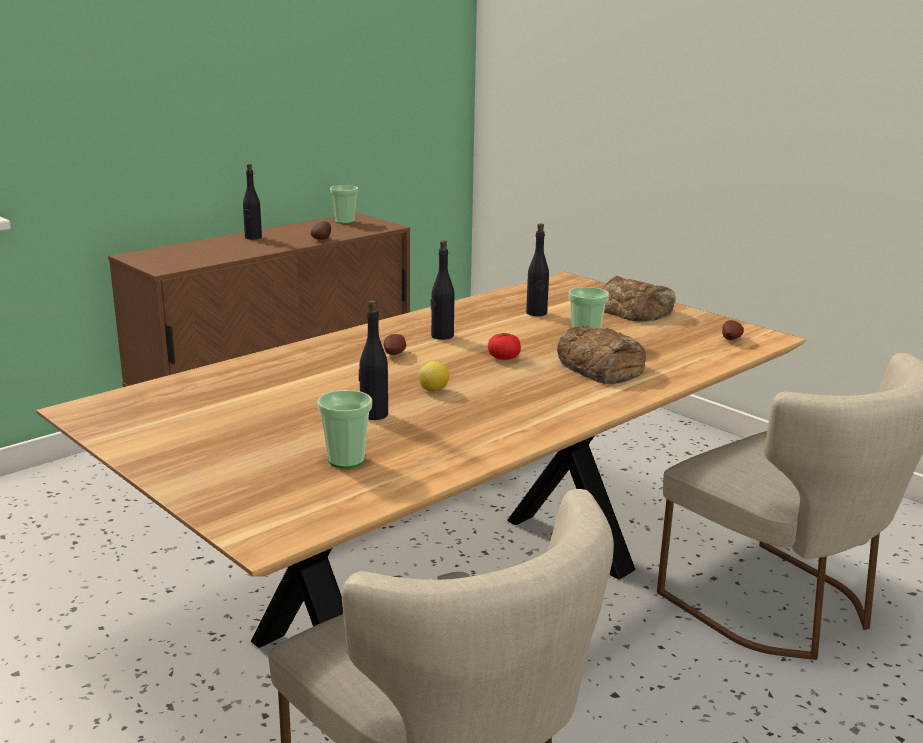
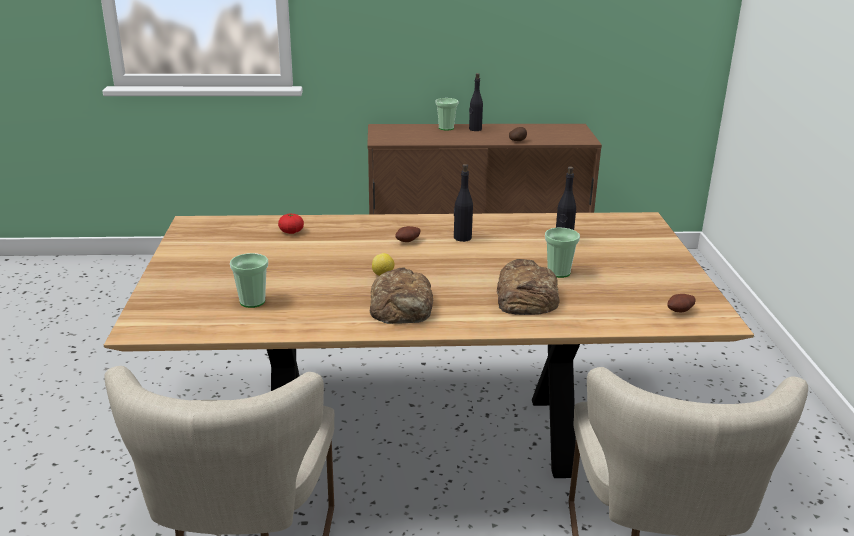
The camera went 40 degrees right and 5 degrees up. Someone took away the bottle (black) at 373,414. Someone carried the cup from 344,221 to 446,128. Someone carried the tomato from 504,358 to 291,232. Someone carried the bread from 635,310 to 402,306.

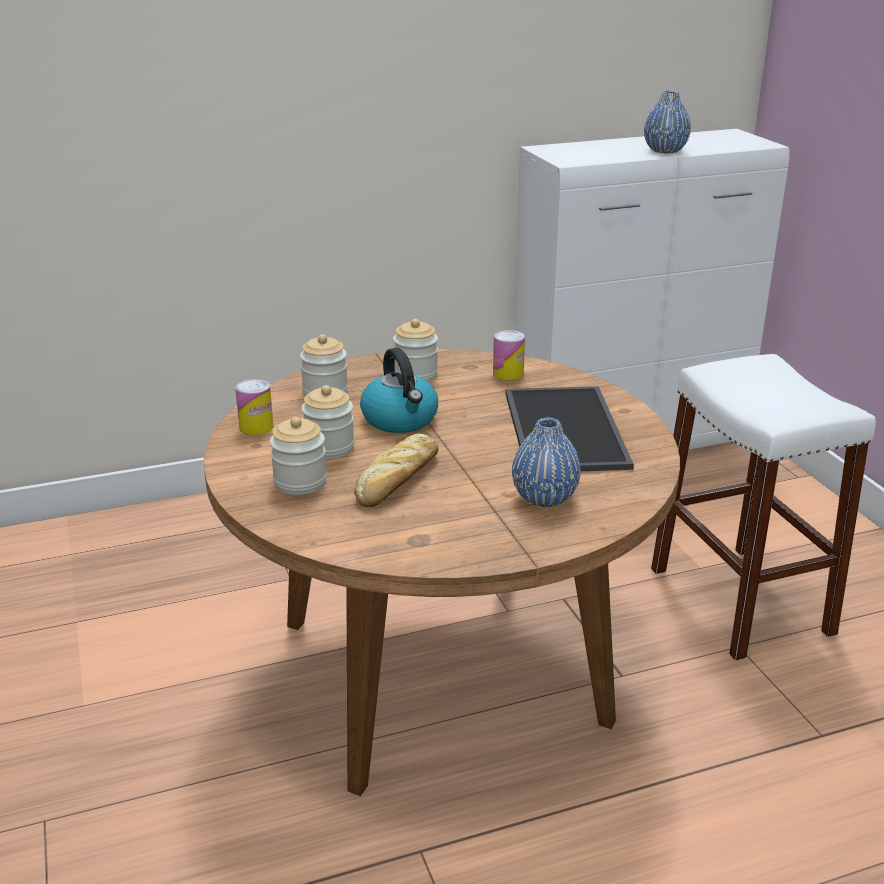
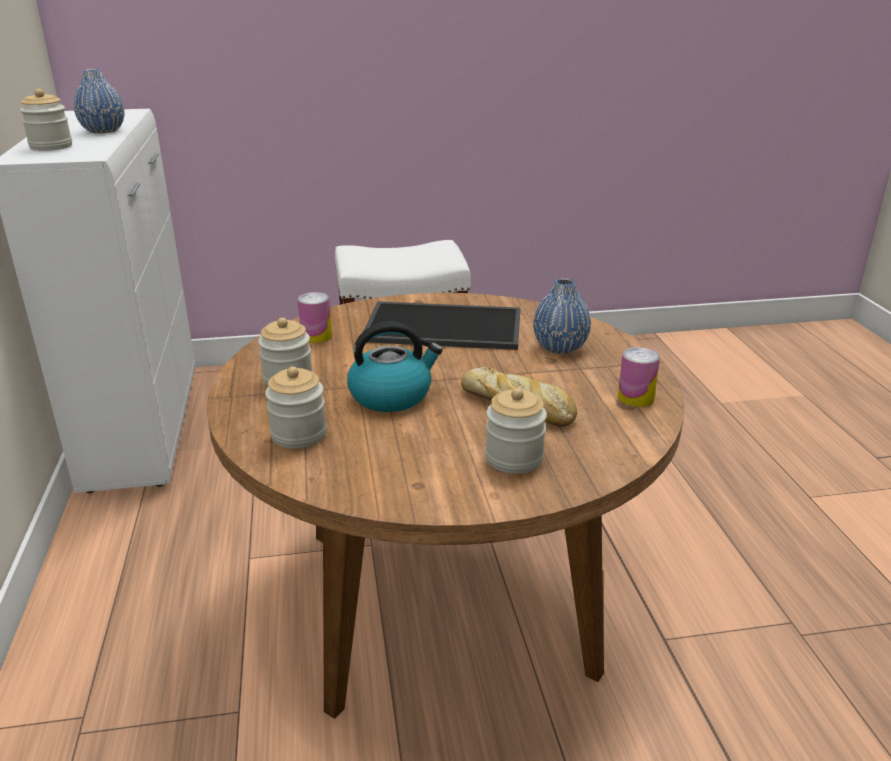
The camera went 80 degrees left and 0 degrees up. Someone carried the can from 256,427 to 635,398. Someone carried the jar from 329,448 to 51,147.

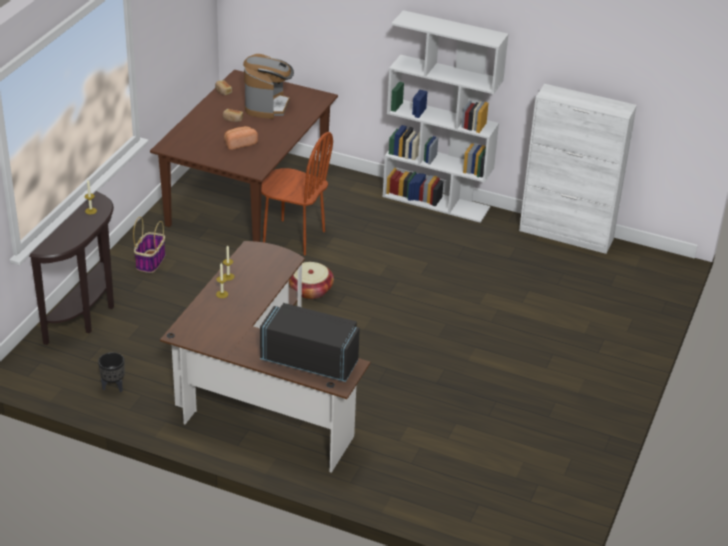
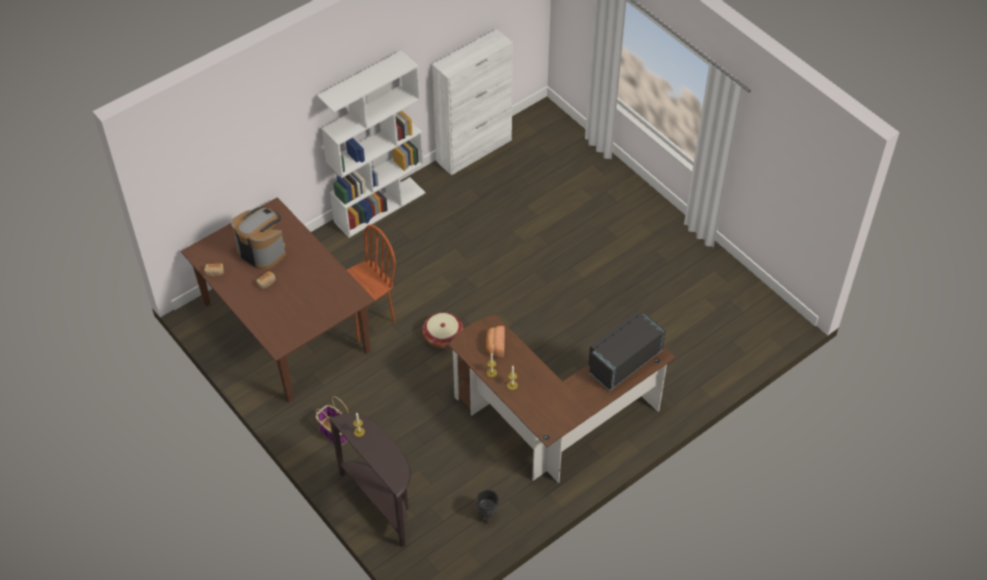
The camera went 60 degrees left and 15 degrees up. Someone carried the bread from 239,143 to 495,346.

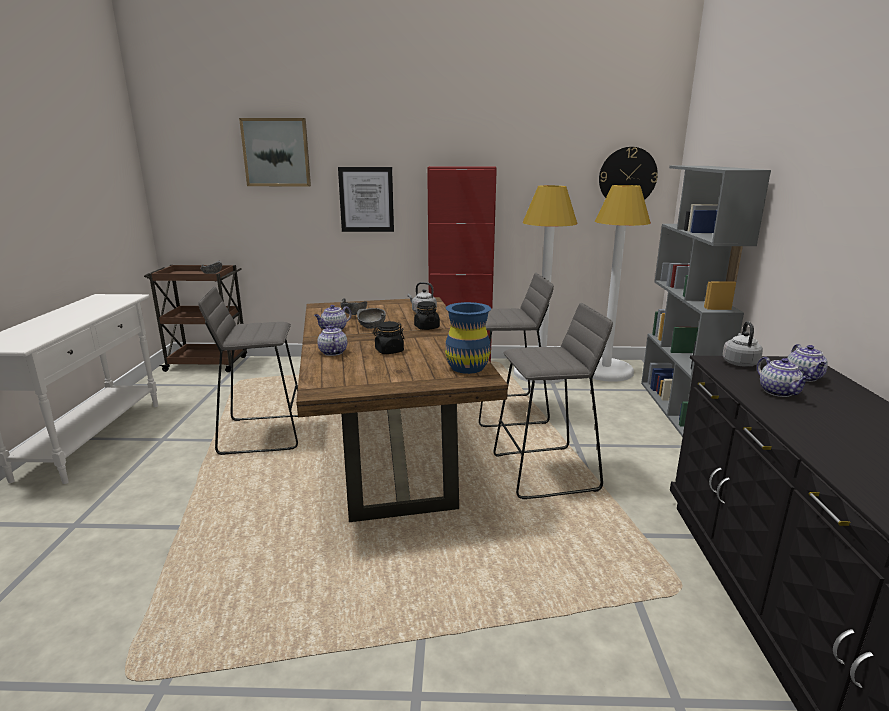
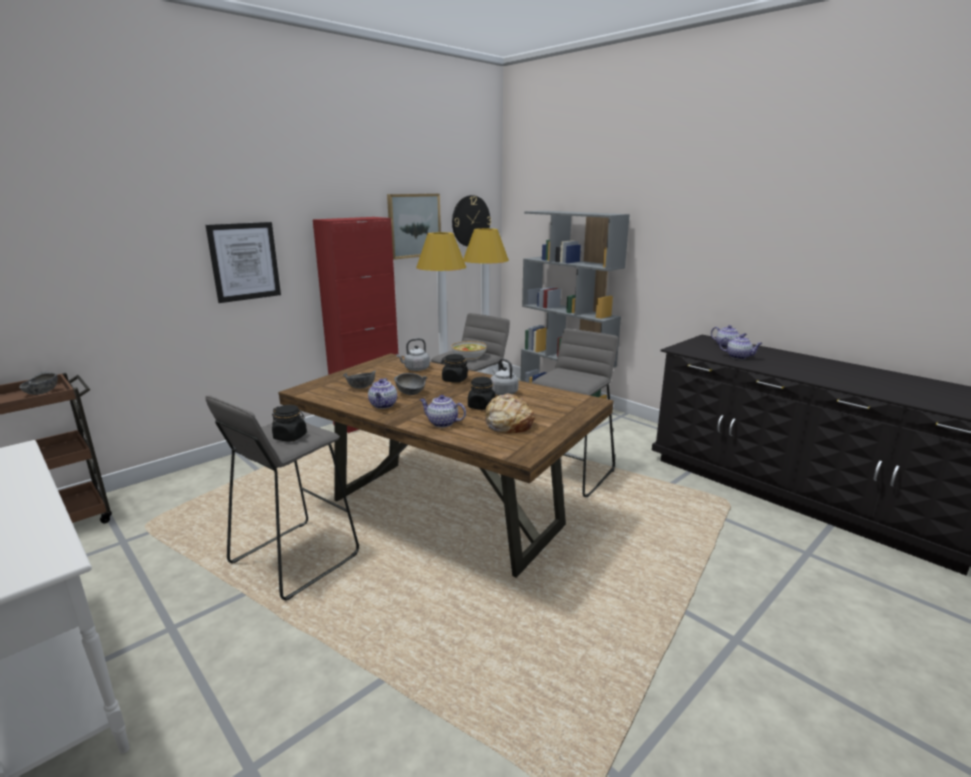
The camera went 45 degrees left and 0 degrees up. Someone took away the vase (blue) at 467,367. Someone put down the jar (black) at 290,437. Someone put down the bowl at 468,356. Someone put down the bread at 508,423. Someone carried the picture from 276,152 to 414,225. Someone carried the kettle (grey) from 739,362 to 502,392.

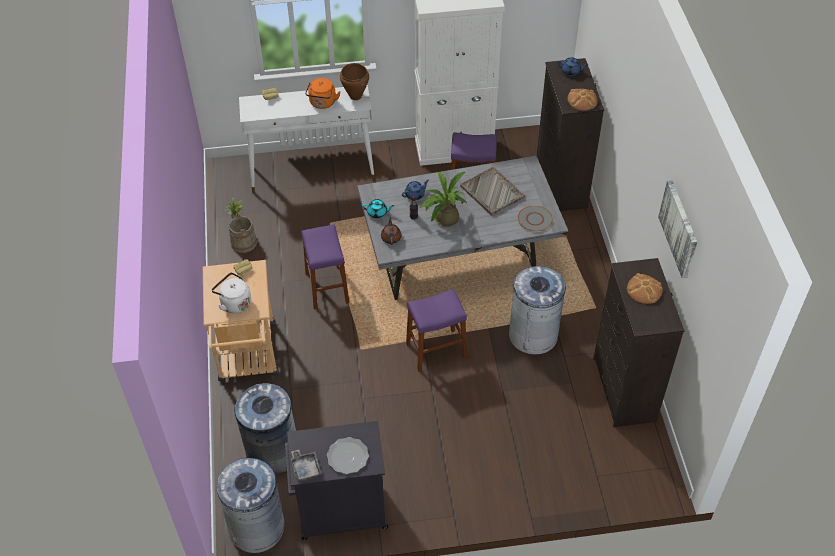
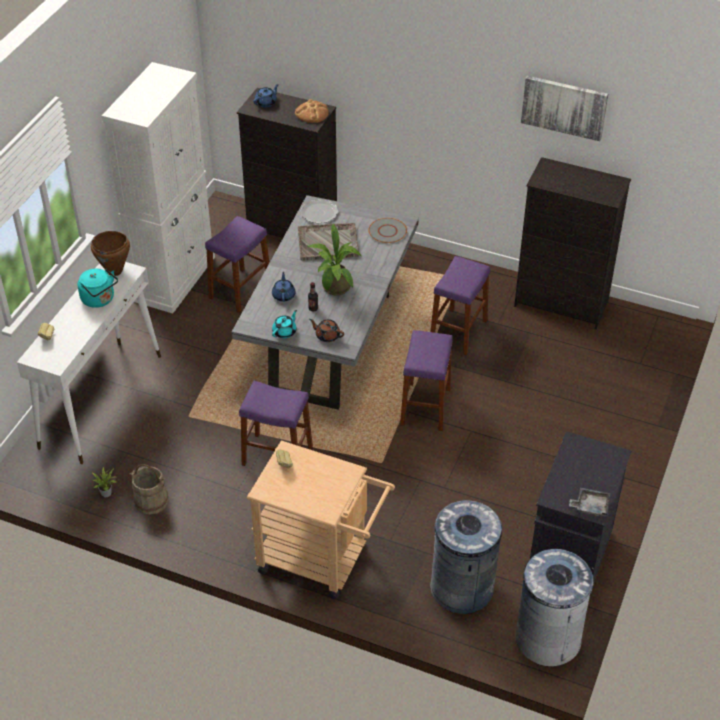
The camera went 60 degrees left and 5 degrees down. Someone took away the kettle (white) at 234,303. Someone took away the bread at 644,290. Someone carried the plate from 348,457 to 319,213. Someone swapped the trash can (grey) at 533,335 for the stool (purple) at 458,332. Someone repainted the kettle (orange) at 322,103, which became the kettle (turquoise) at 100,300.

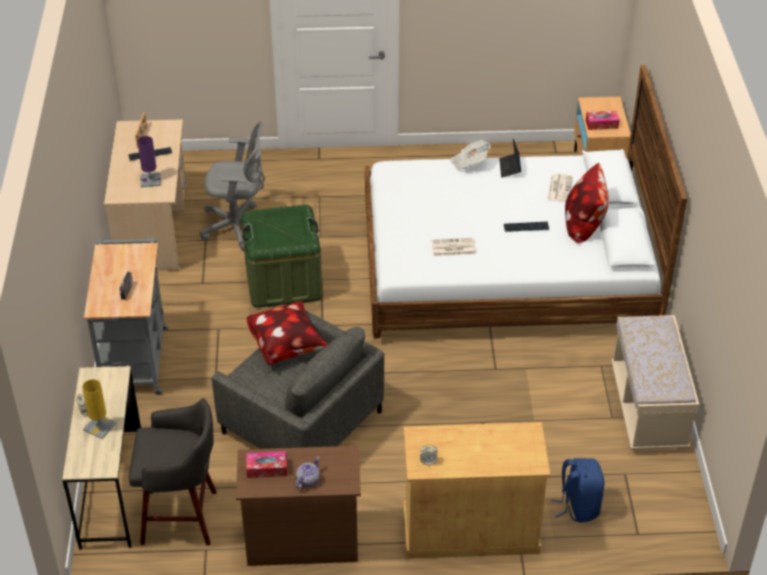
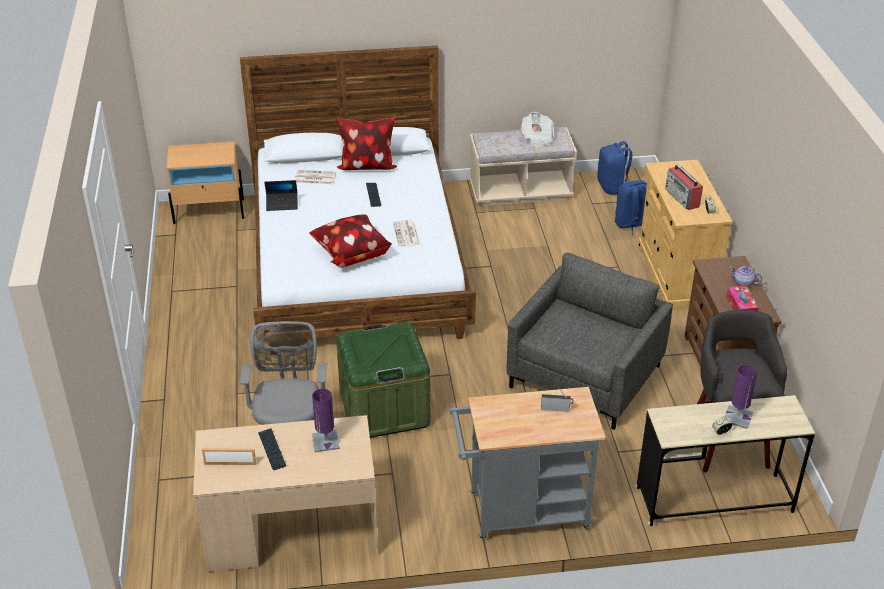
The camera went 95 degrees left and 5 degrees down. Someone took away the tissue box at 601,124. Someone put down the backpack (blue) at 612,187. Someone put down the radio at 682,198. Someone carried the pillow from 286,345 to 350,254. Someone carried the newspaper from 469,163 to 537,138. Someone repainted the table lamp (yellow) at 99,426, which became the table lamp (purple) at 738,417.

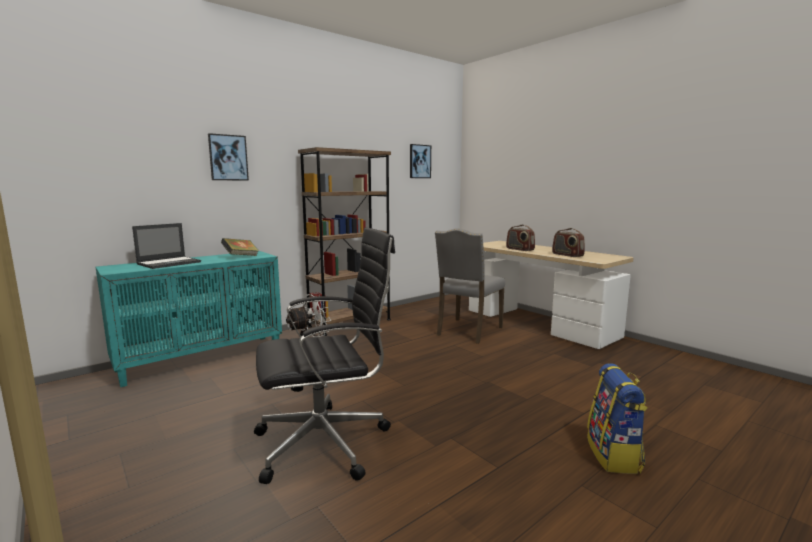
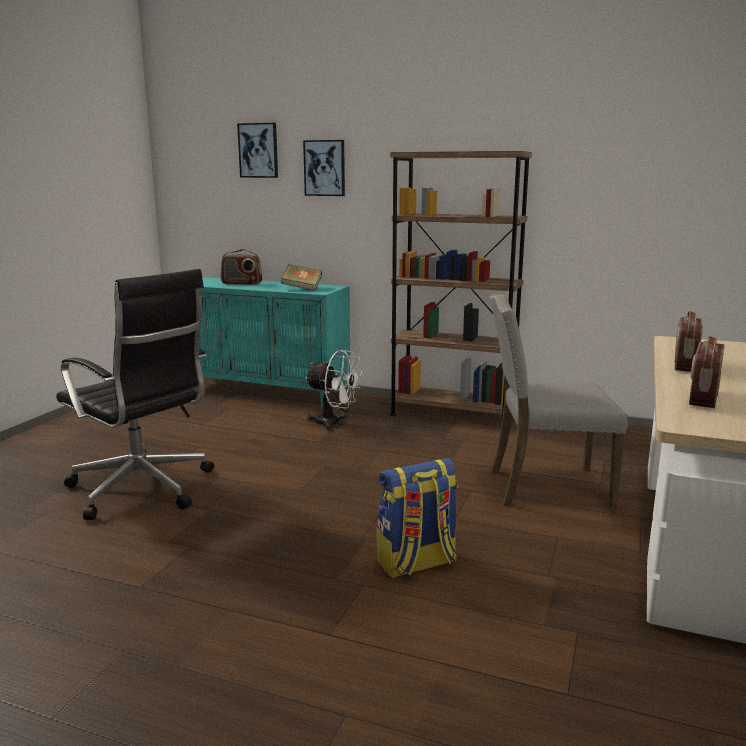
The camera went 60 degrees right and 5 degrees up. Someone carried the picture from 419,161 to 258,150. Someone carried the backpack from 614,455 to 416,563. Someone swapped the laptop at 170,263 for the radio at 241,283.

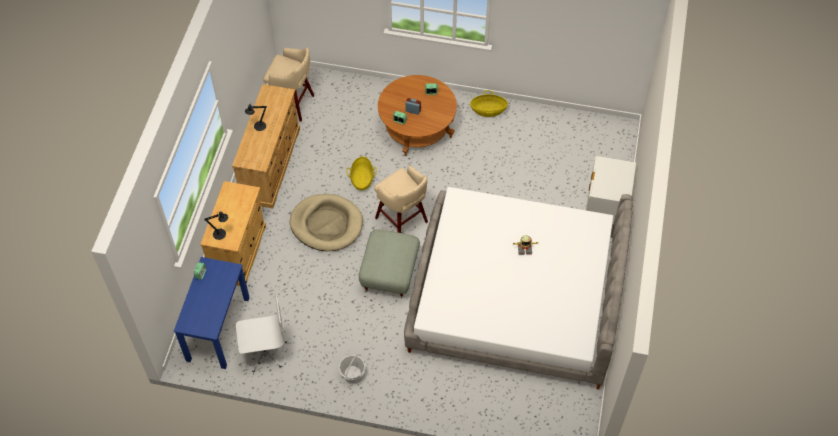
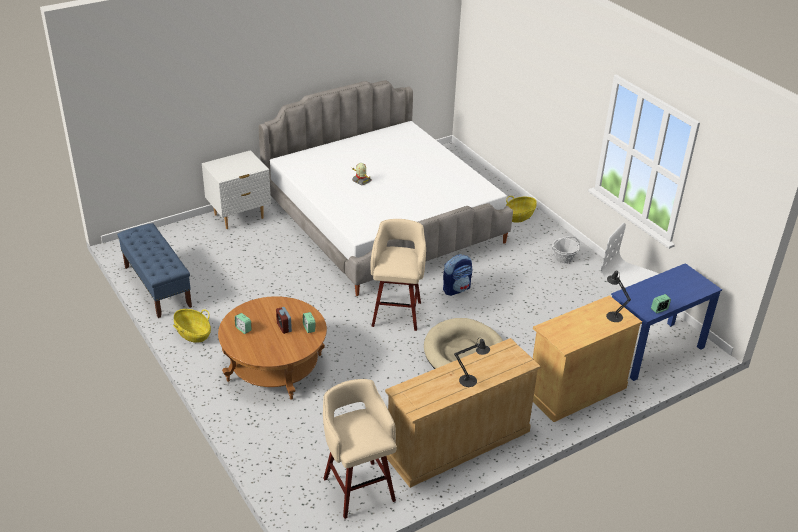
The camera went 135 degrees left and 20 degrees down. Someone put down the bench (blue) at 157,286. Someone carried the basket from 362,179 to 519,216. Someone swapped the ottoman (grey) at 390,274 for the backpack at 456,289.

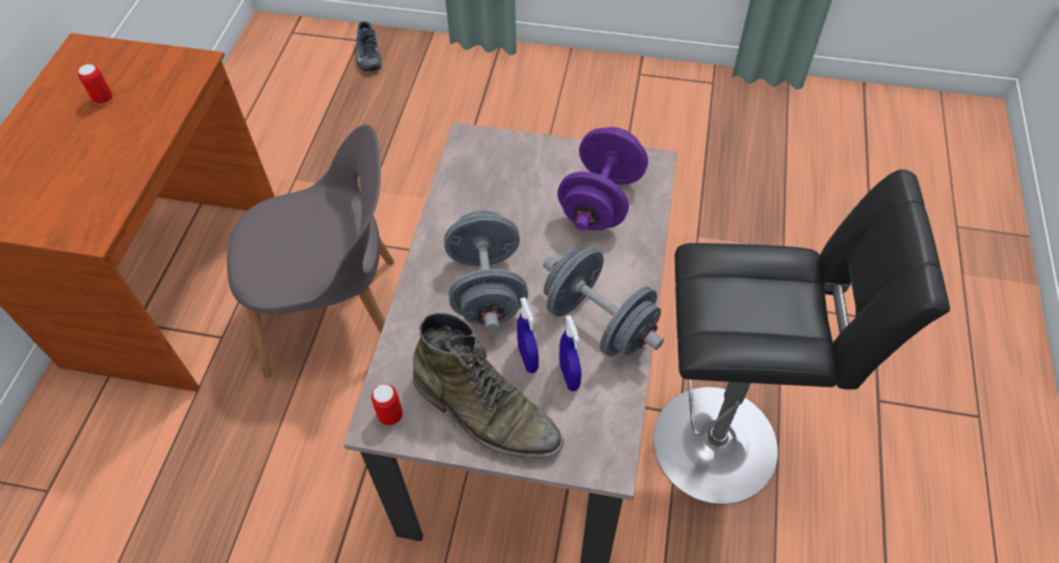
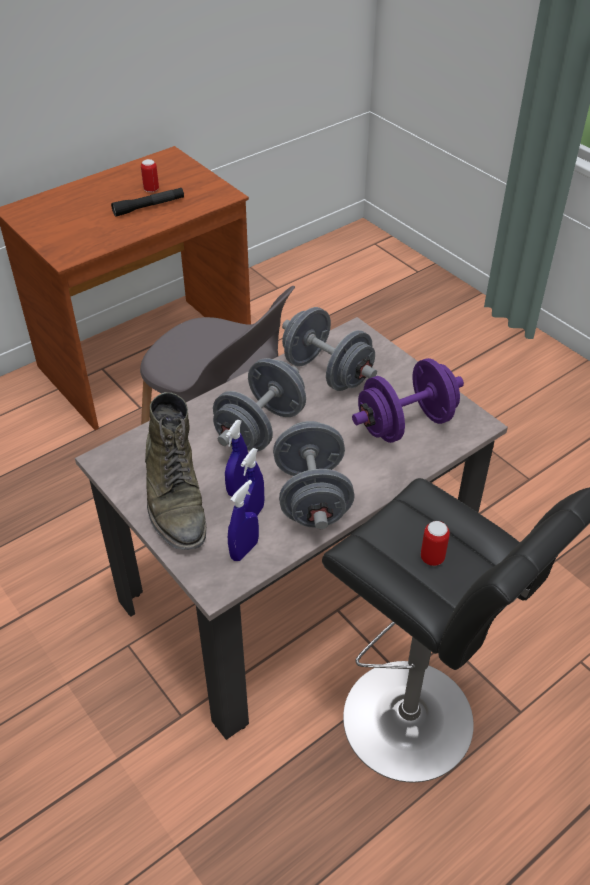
The camera went 40 degrees right and 10 degrees down. Someone took away the shoe at 367,54. Someone put down the flashlight (black) at 149,207. Someone put down the spray bottle (blue) at 244,550. Someone put down the dumbbell (grey) at 327,372. Someone carried the can from 390,415 to 432,558.

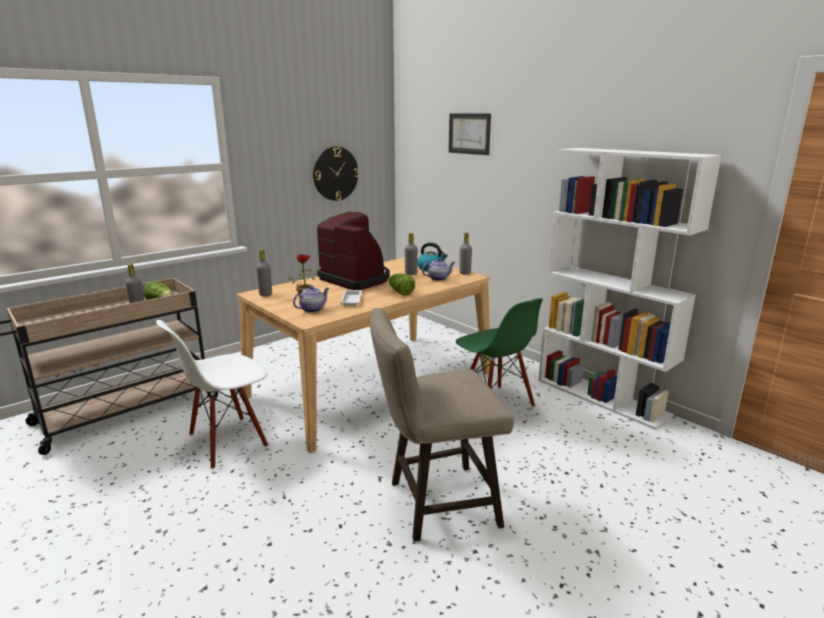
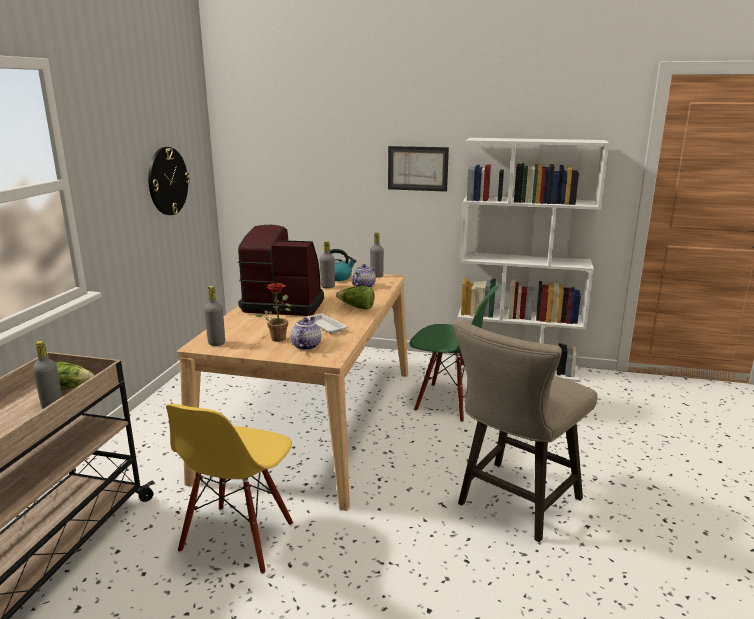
The camera went 35 degrees left and 0 degrees up. Someone carried the picture from 469,133 to 417,168. Someone repainted the chair (white) at 227,441, which became the chair (yellow) at 238,538.

